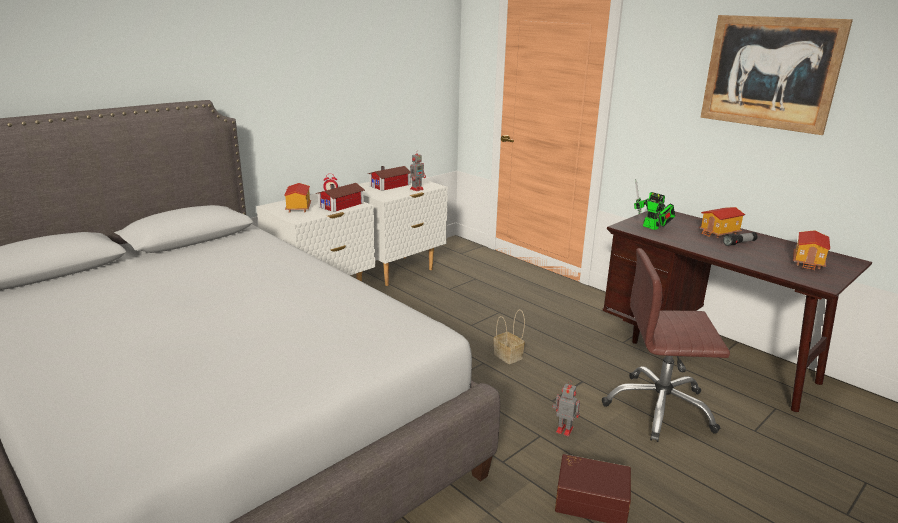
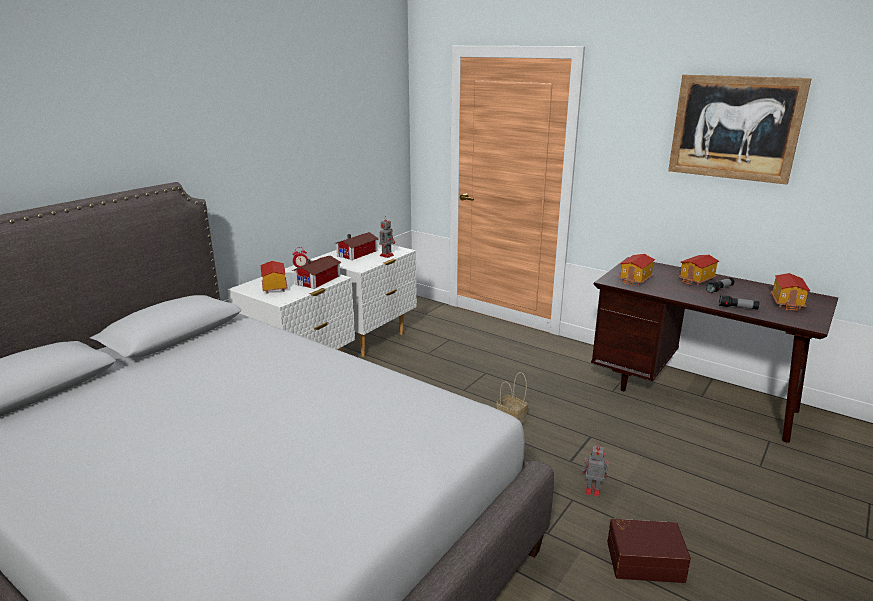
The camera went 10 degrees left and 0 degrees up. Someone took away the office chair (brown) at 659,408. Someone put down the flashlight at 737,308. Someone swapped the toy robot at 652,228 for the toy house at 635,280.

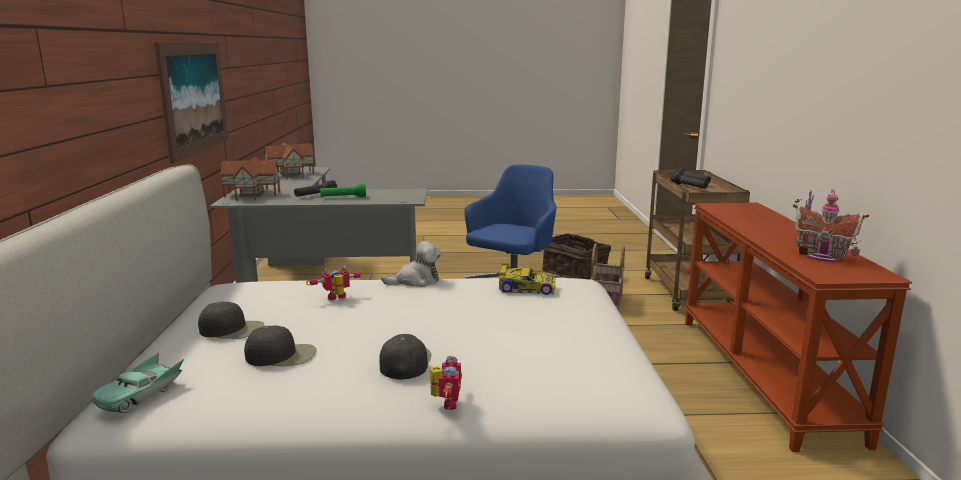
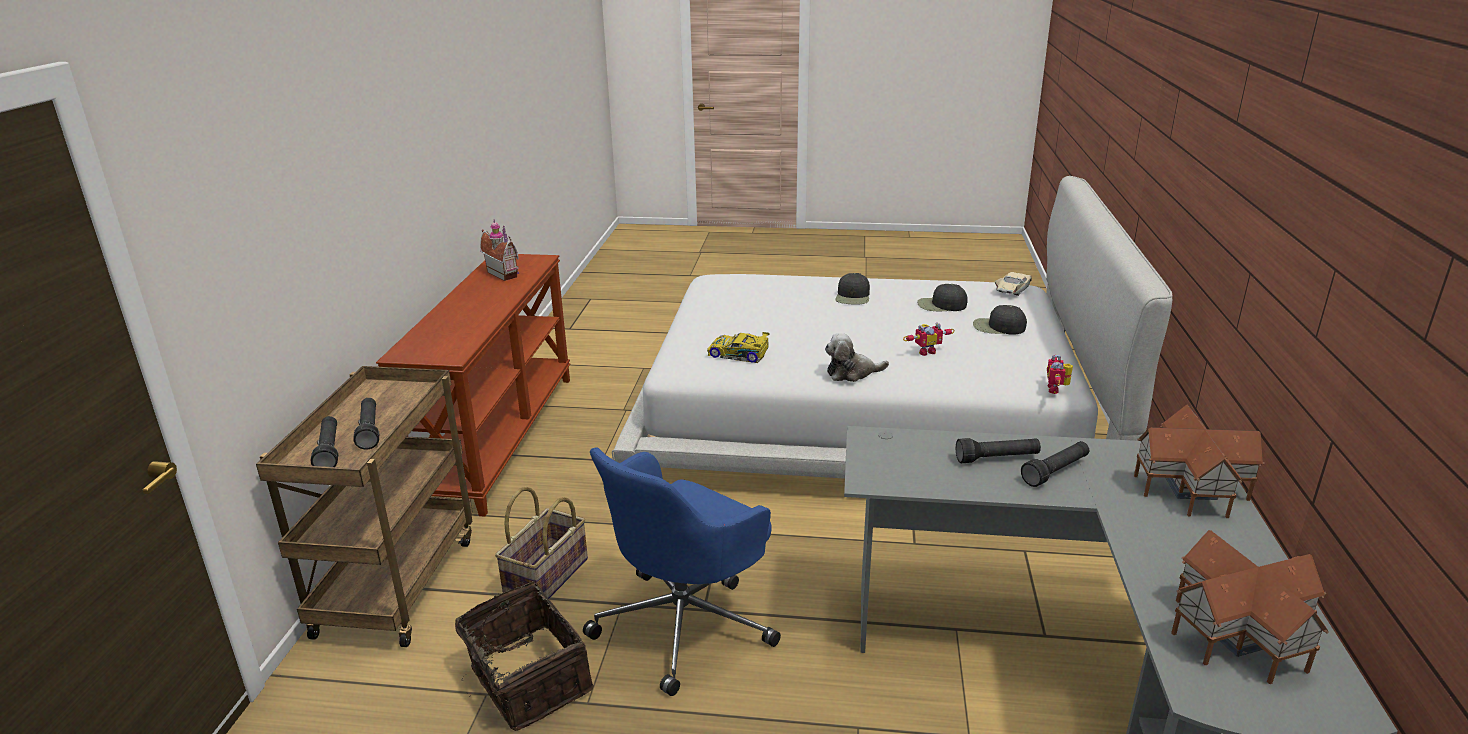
The camera went 170 degrees left and 10 degrees up. Someone took away the picture at 194,97. Someone carried the toy robot from 445,403 to 1057,389. Someone repainted the toy car (turquoise) at 140,395, which became the toy car (beige) at 1012,290. Someone repainted the flashlight (green) at 343,197, which became the flashlight (black) at 997,459.

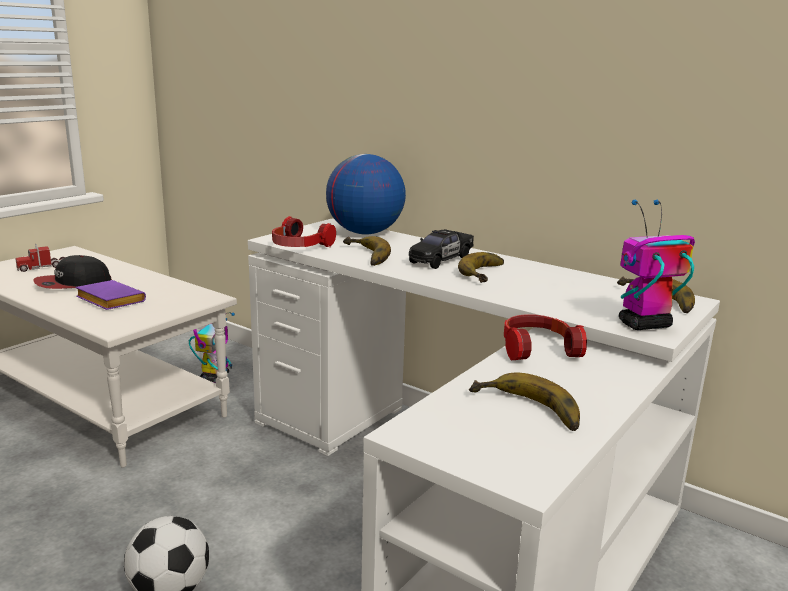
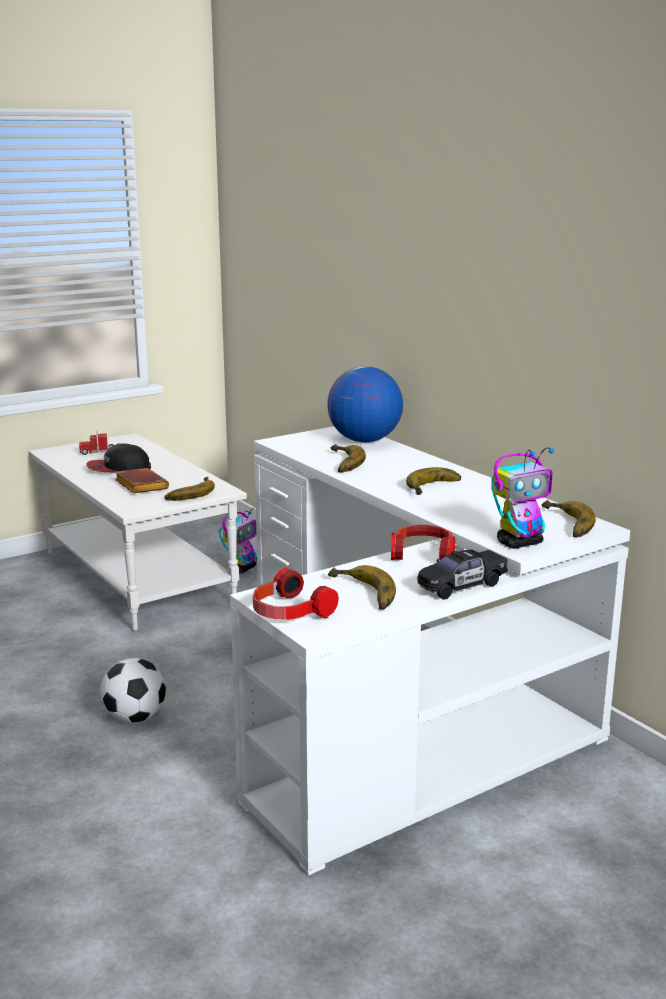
The camera went 20 degrees right and 0 degrees up. Someone put down the banana at 188,493. Someone carried the headphones from 299,246 to 289,612. Someone carried the toy car (black) from 440,260 to 461,586. Someone repainted the book (purple) at 108,301, which became the book (brown) at 139,486. Someone rotated the toy robot at 643,325 by 150 degrees clockwise.

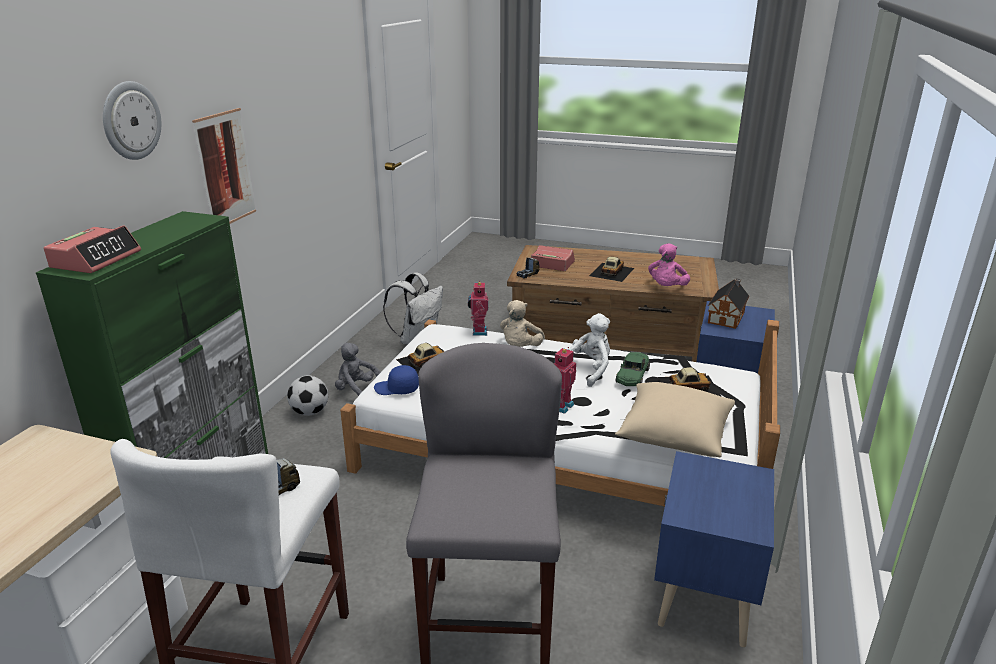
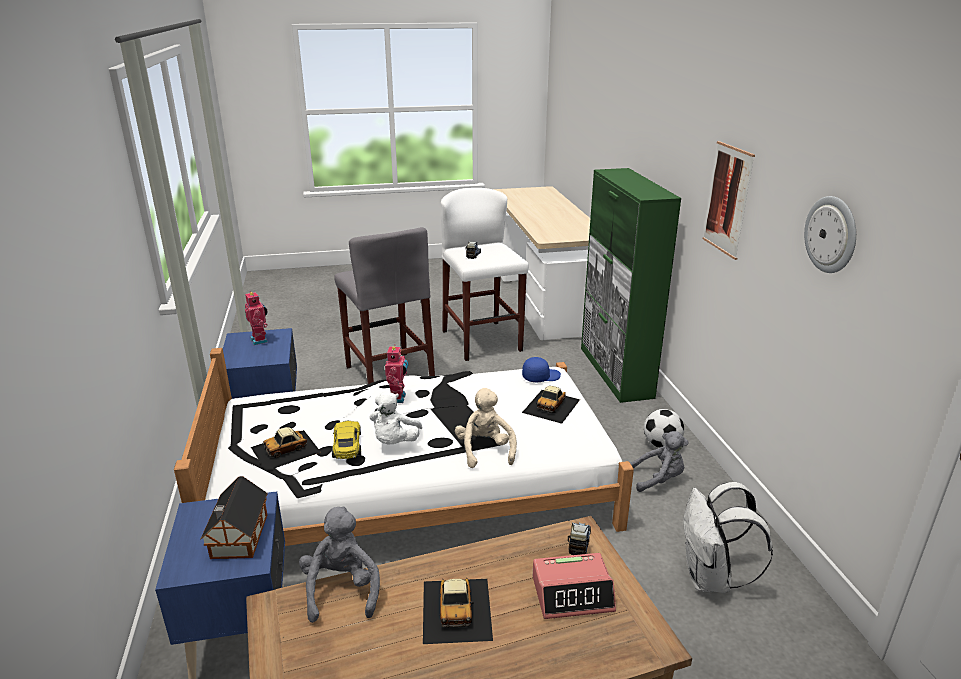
The camera went 150 degrees right and 0 degrees up. Someone took away the alarm clock at 96,259. Someone took away the pillow (beige) at 673,435. Someone carried the wall clock from 130,120 to 831,234. Someone carried the toy robot from 478,331 to 260,340. Someone repainted the toy car (green) at 632,375, which became the toy car (yellow) at 347,445. Someone repainted the plush toy (pink) at 666,288, which became the plush toy (grey) at 342,589.

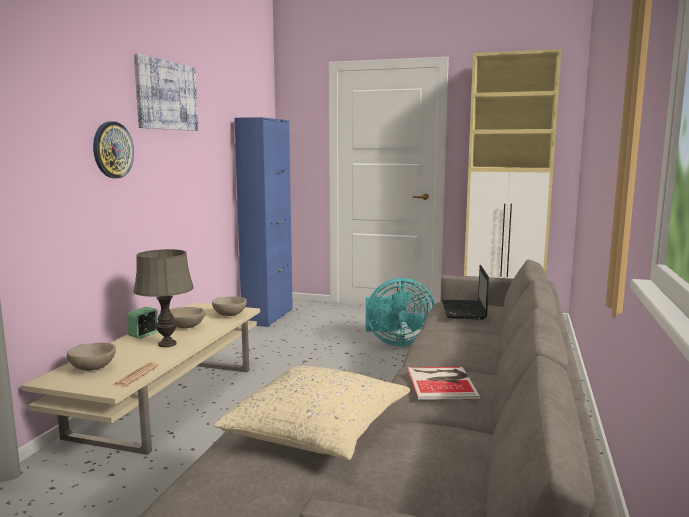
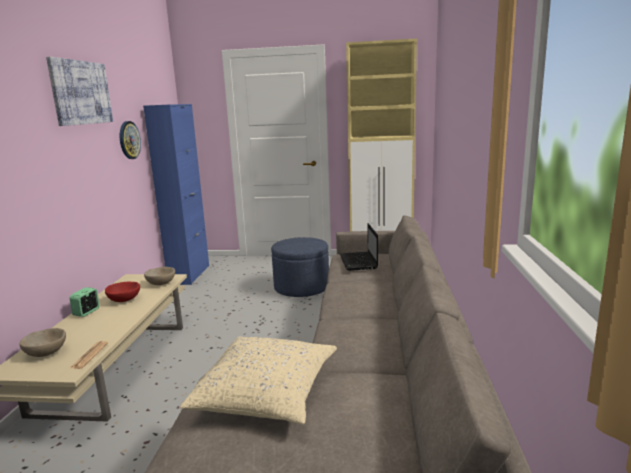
The camera went 10 degrees left and 5 degrees up. Someone took away the table lamp (grey) at 167,344. Someone took away the book at 442,382. Someone carried the wall clock from 112,150 to 129,140. Someone swapped the fan (turquoise) at 396,342 for the ottoman (blue) at 301,287. Someone repainted the bowl (beige) at 186,327, which became the bowl (red) at 124,300.

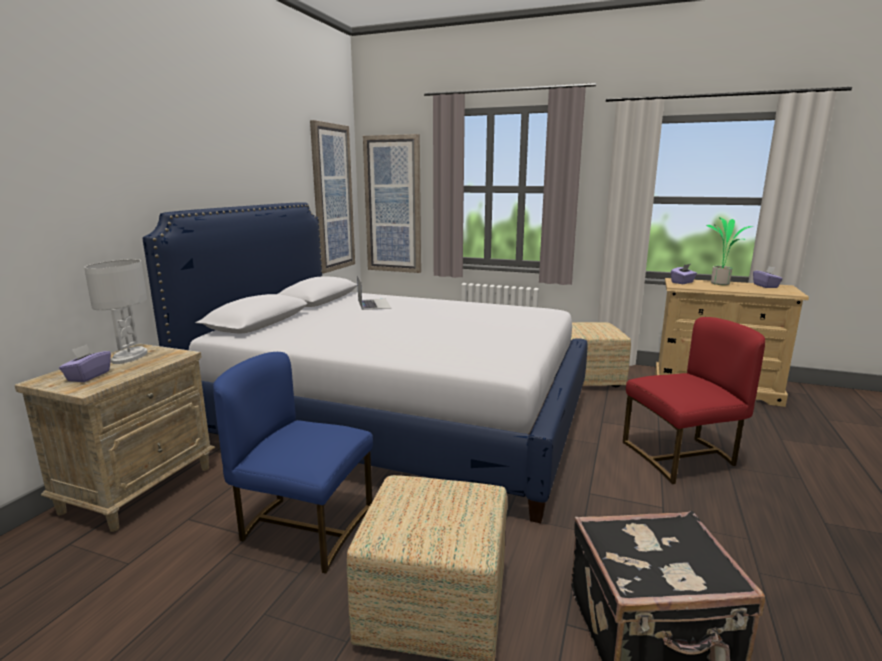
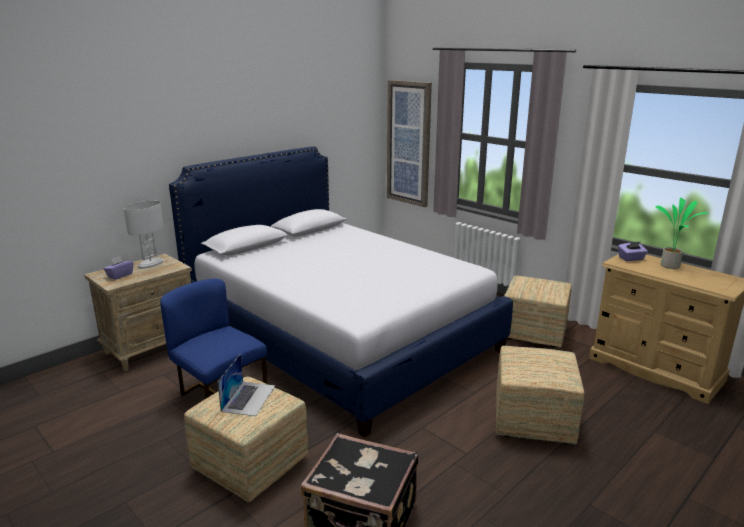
The camera went 25 degrees right and 5 degrees up. Someone took away the picture at 332,198. Someone took away the tissue box (purple) at 765,286. Someone carried the laptop from 374,304 to 248,398. Someone swapped the chair (red) at 682,457 for the ottoman at 534,421.

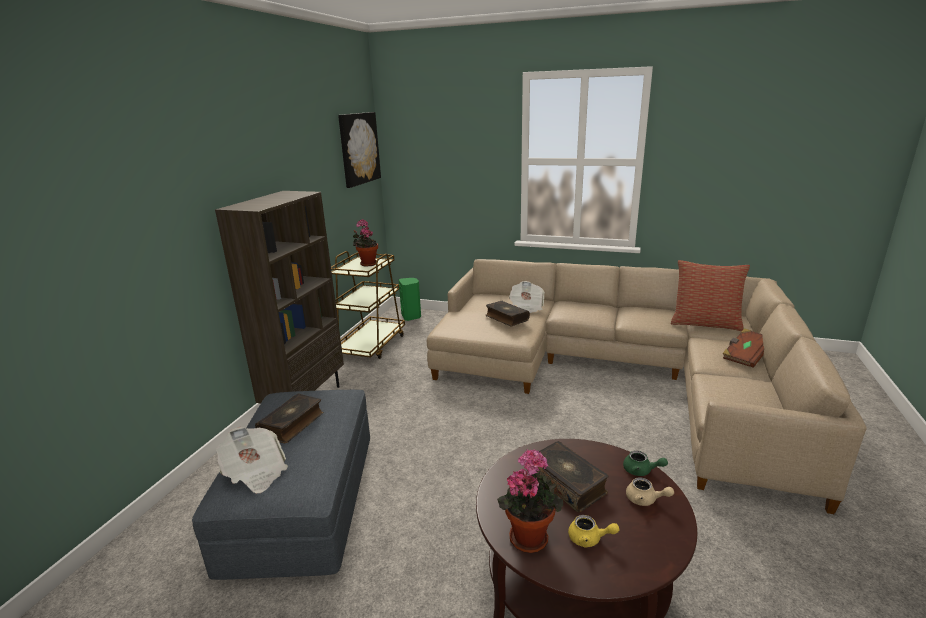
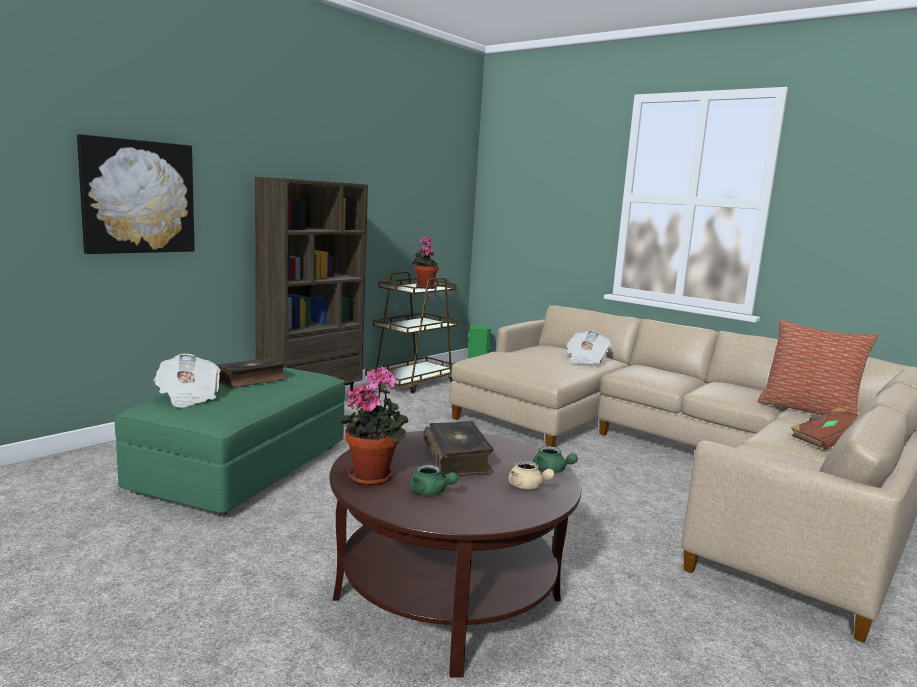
The camera went 20 degrees right and 10 degrees down. Someone took away the book at 506,318. Someone carried the picture from 359,148 to 138,197. Someone repainted the ottoman (grey) at 303,502, which became the ottoman (green) at 243,468. Someone repainted the teapot (yellow) at 589,539, which became the teapot (green) at 431,492.

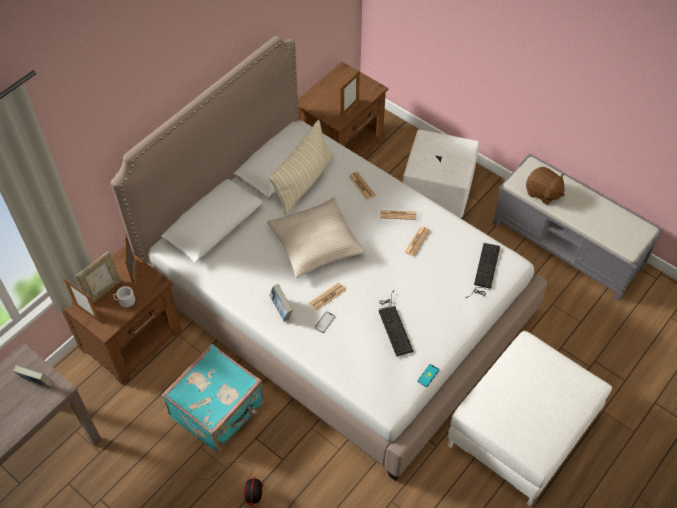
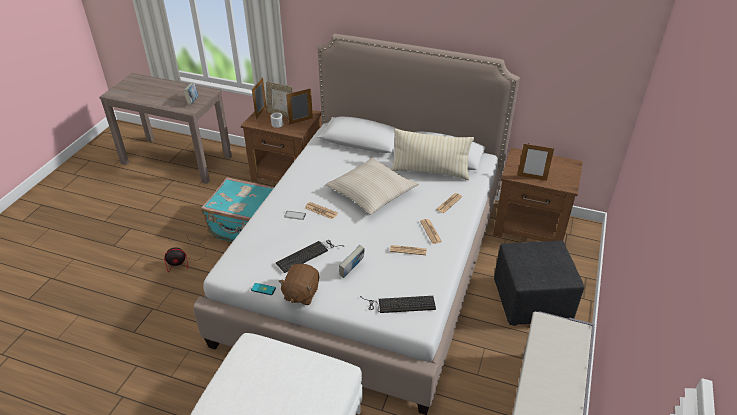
The camera went 70 degrees right and 15 degrees down. Someone carried the book from 281,309 to 352,270. Someone carried the plush toy (brown) from 543,193 to 301,293. Someone repainted the ottoman (white) at 438,191, which became the ottoman (black) at 532,303.

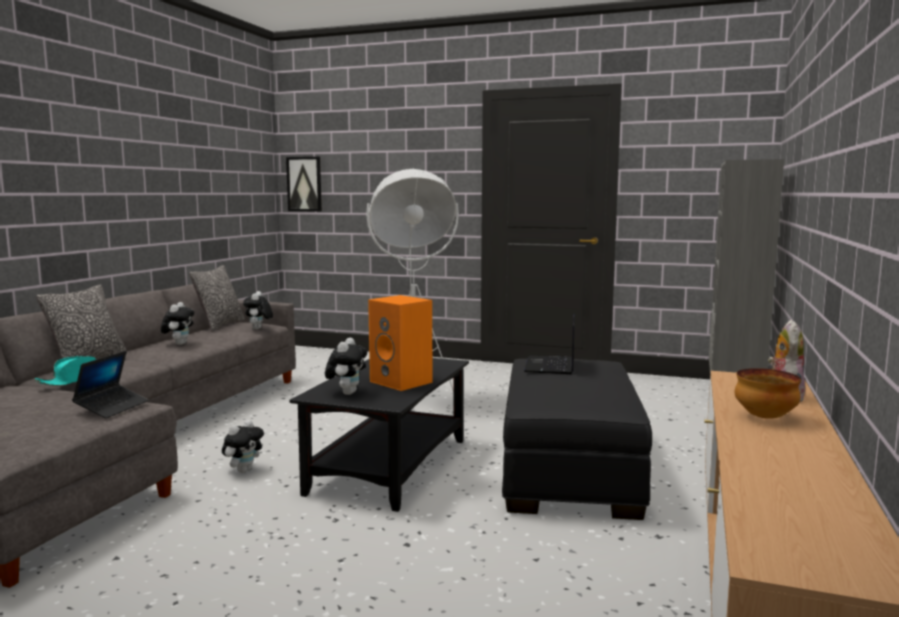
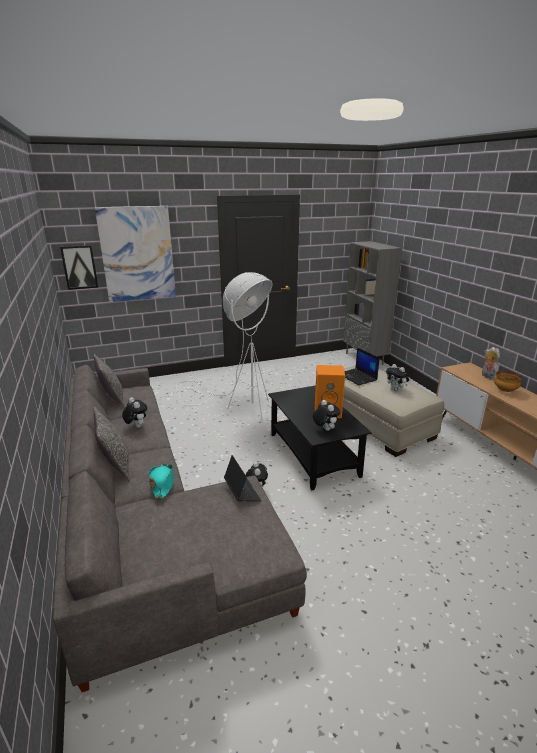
The camera went 40 degrees left and 15 degrees up. Someone put up the picture at 137,254. Someone carried the plush toy from 258,329 to 396,389. Someone repainted the ottoman (black) at 569,468, which became the ottoman (beige) at 376,423.

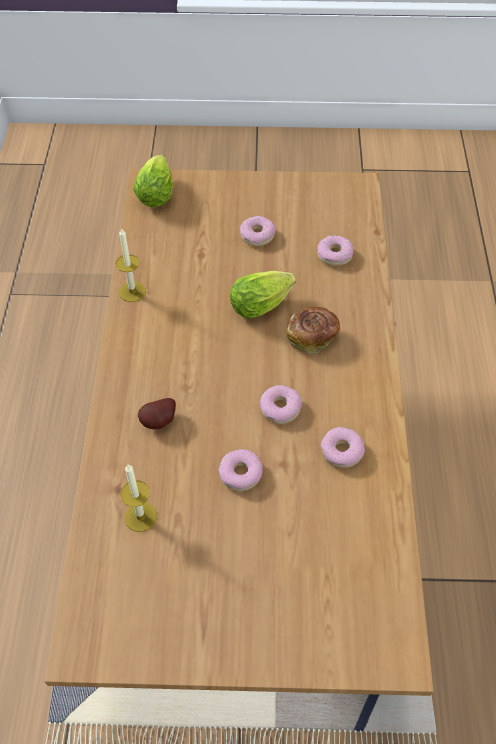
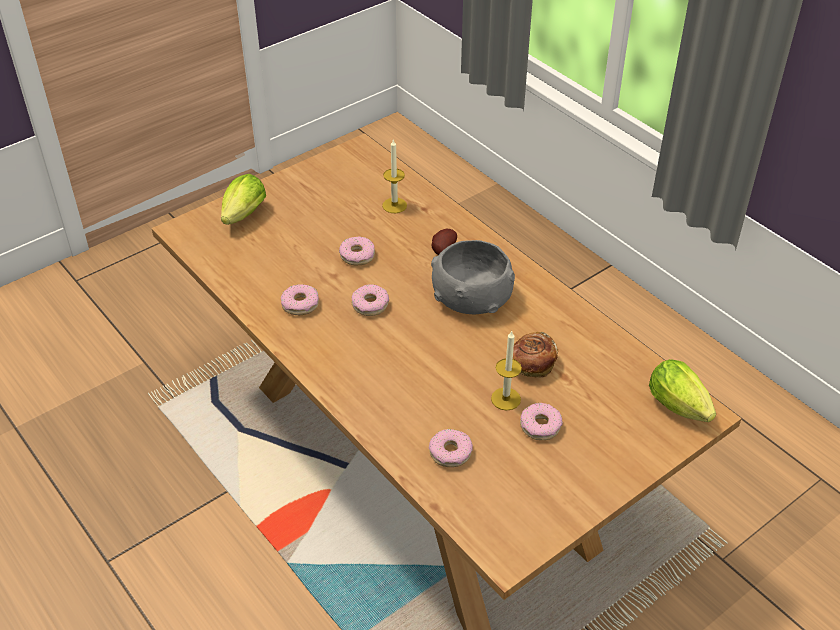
The camera went 140 degrees right and 10 degrees down. Someone put down the bowl (grey) at 470,296. Someone carried the candle from 132,291 to 505,399. Someone carried the lettuce from 263,304 to 242,217. Someone carried the bread from 312,337 to 532,365.

